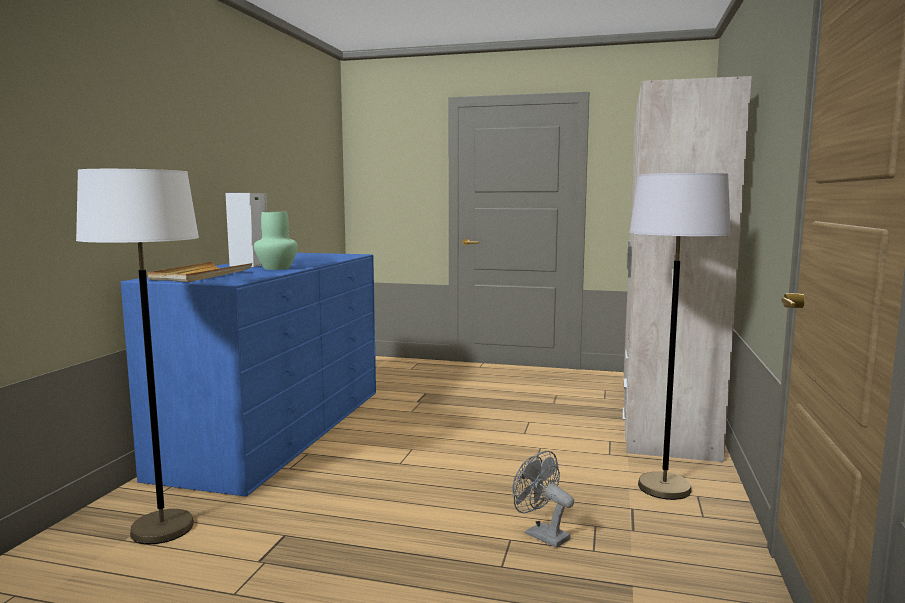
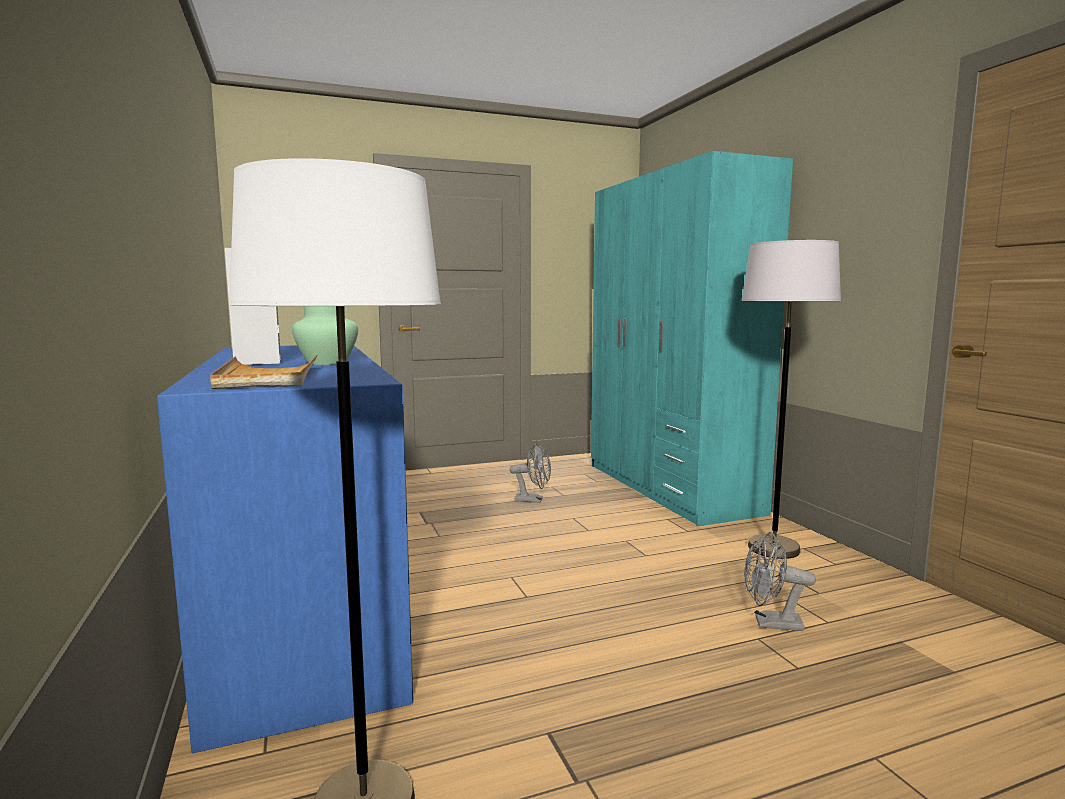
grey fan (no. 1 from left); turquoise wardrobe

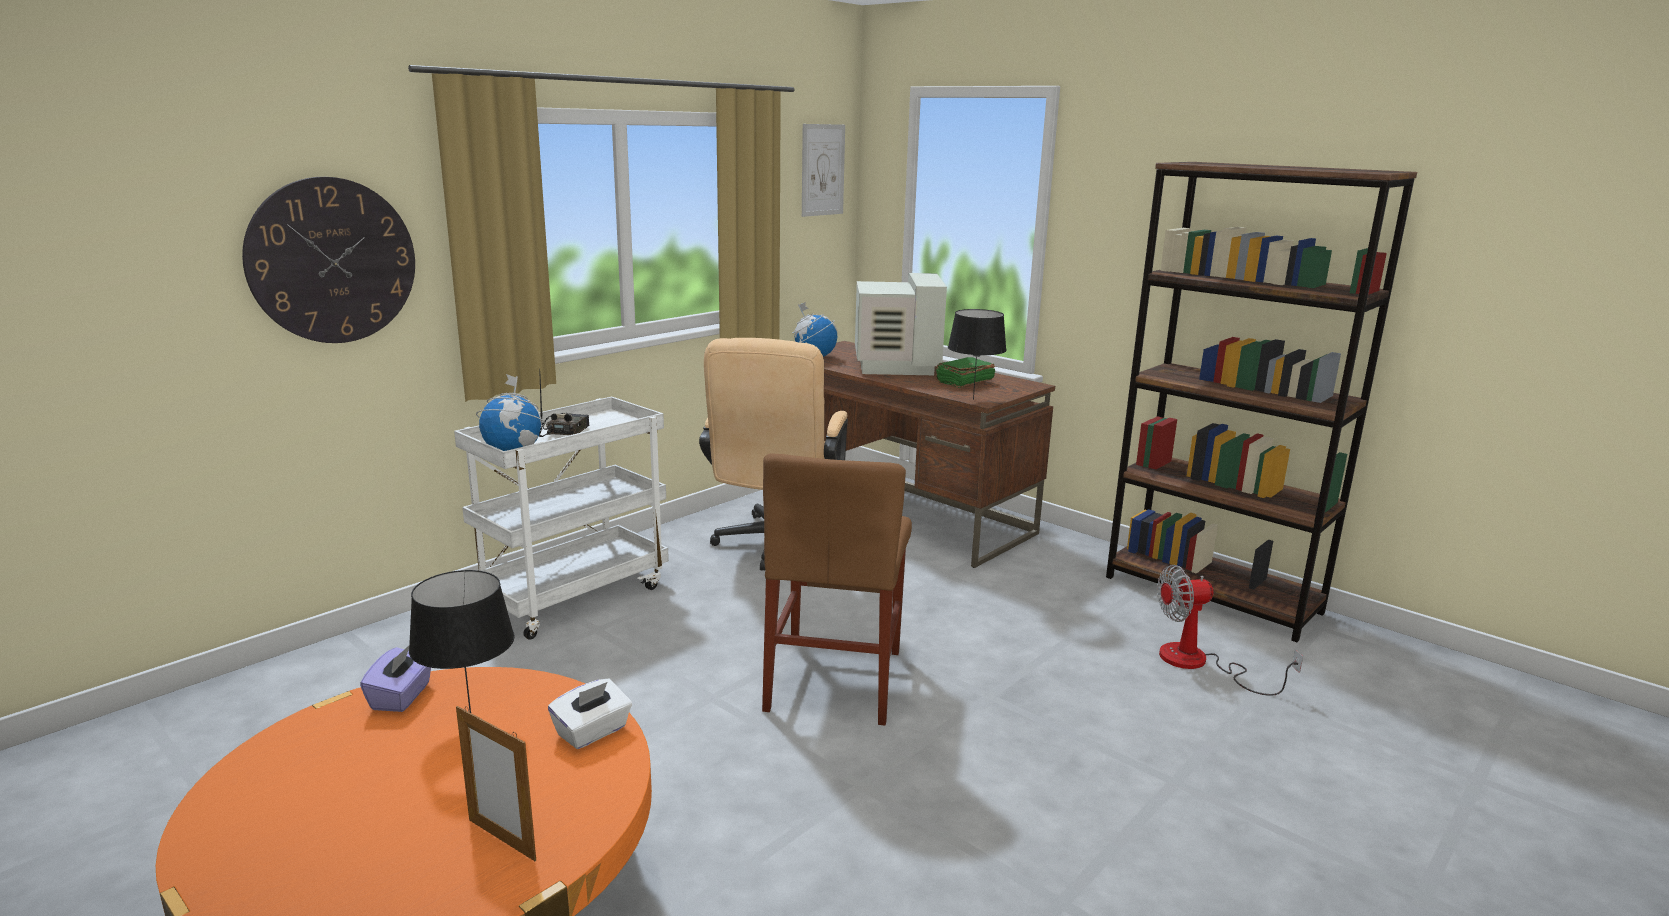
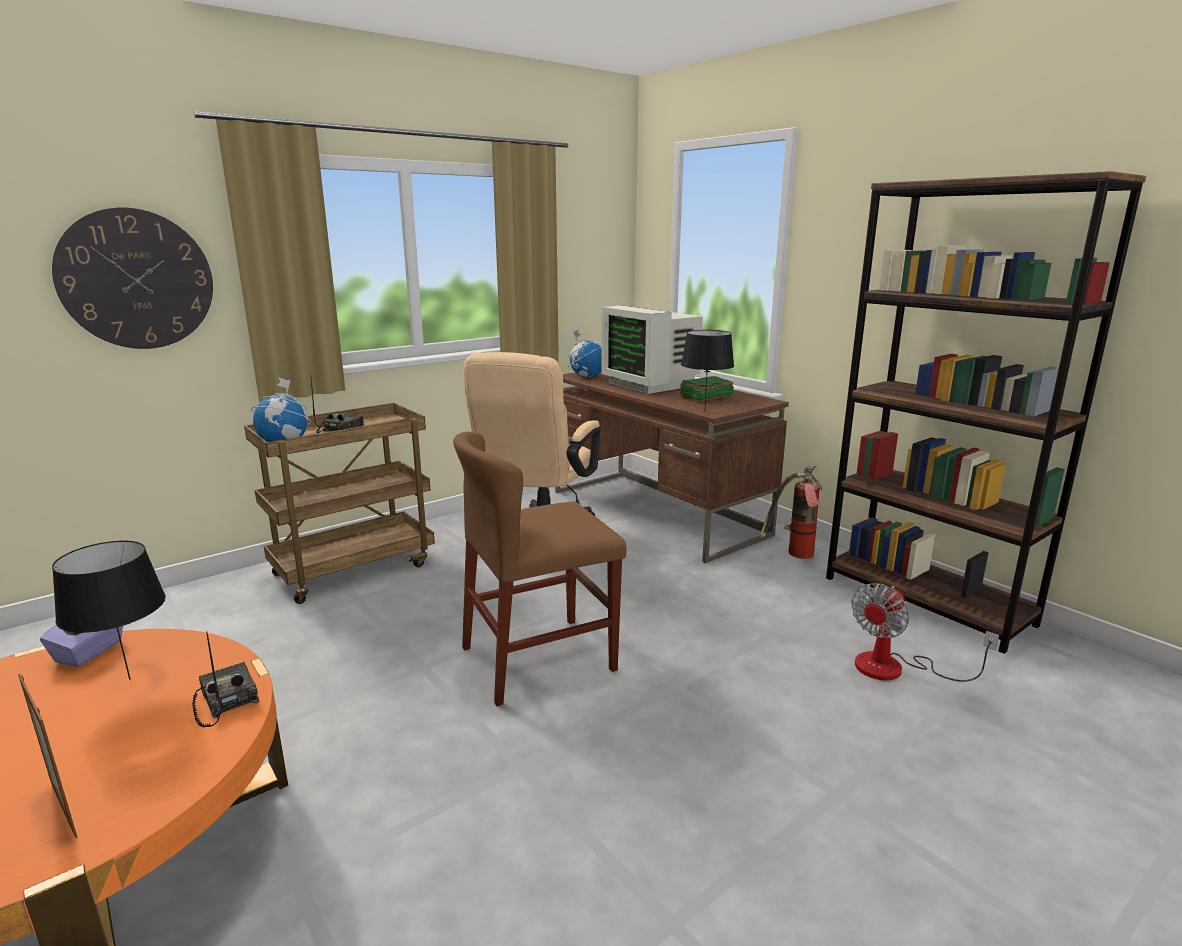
radio (no. 1 from left); brown cart; brown chair; monitor; fire extinguisher; fan; picture

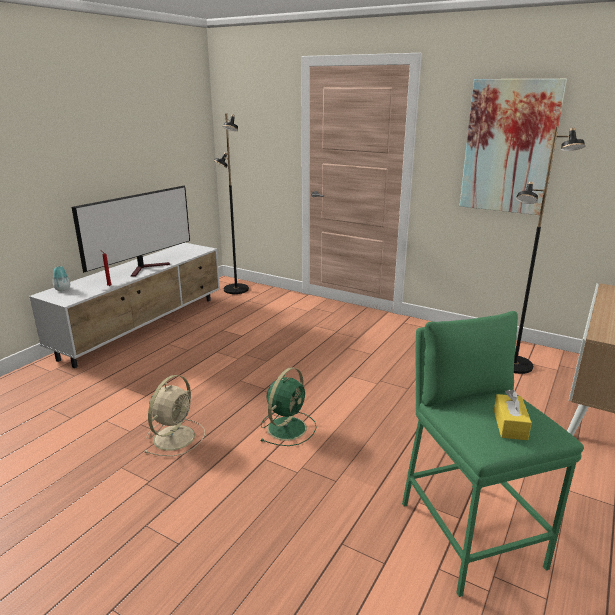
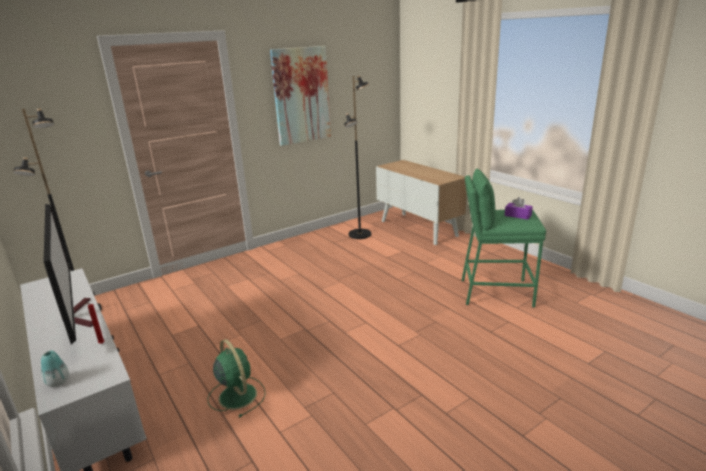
green fan; purple tissue box; beige fan

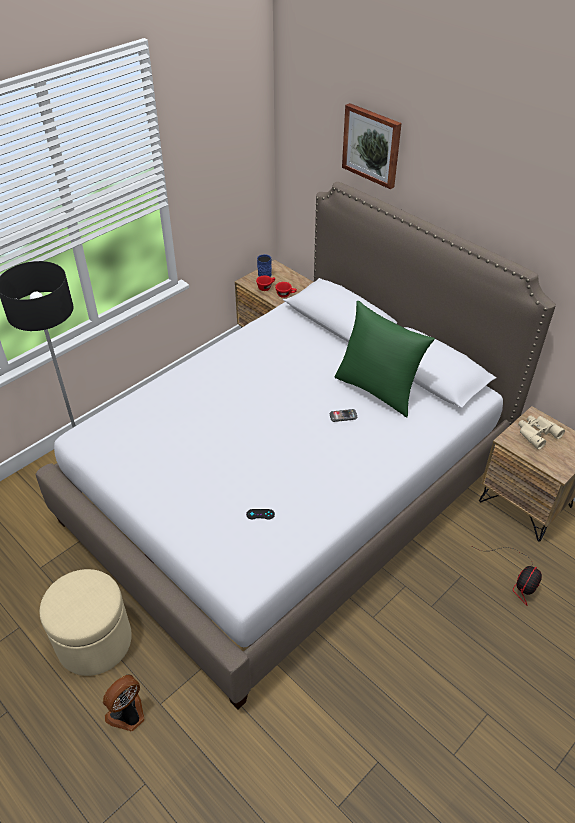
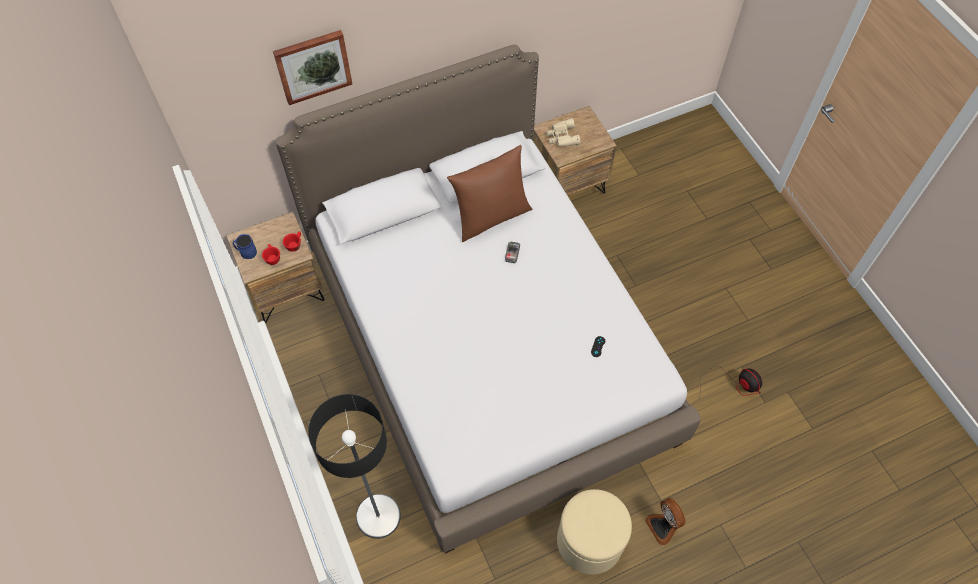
brown pillow; fan (no. 2 from left)

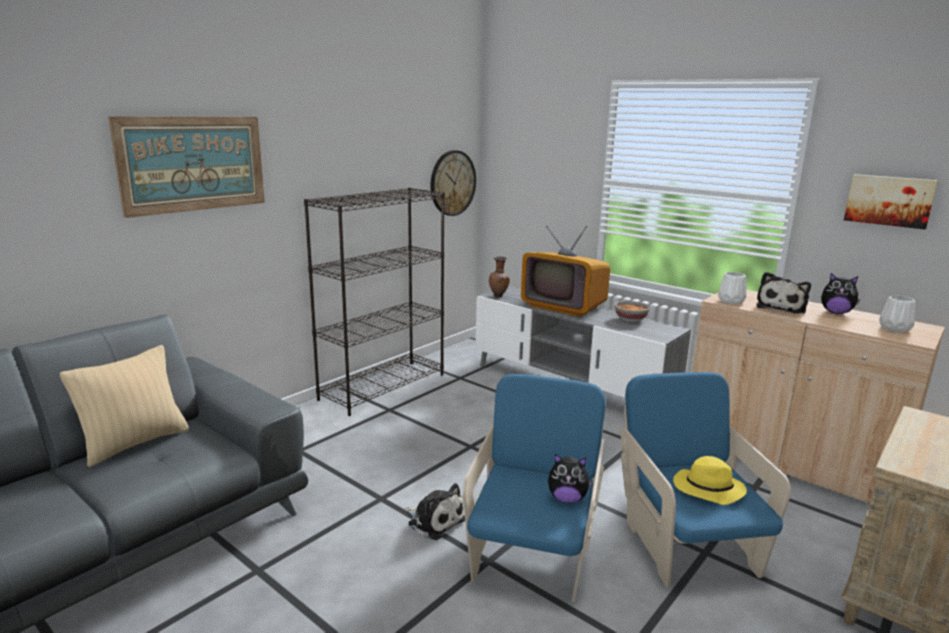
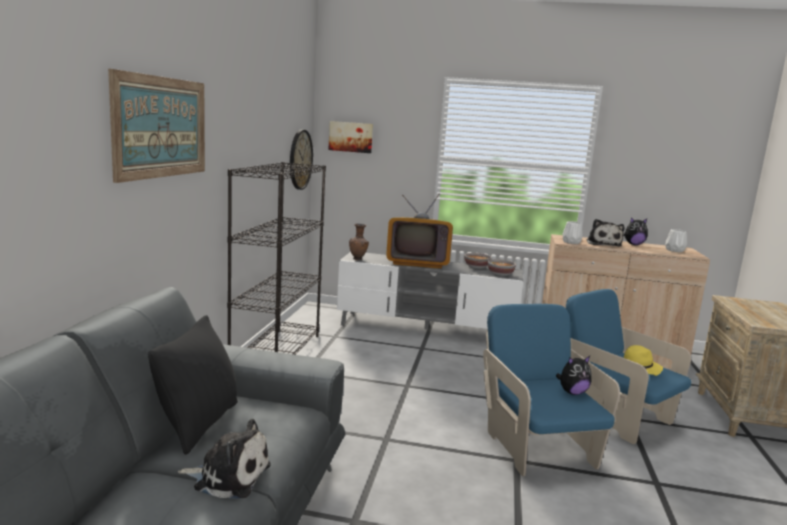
black pillow; plush toy (no. 1 from left); picture (no. 2 from left); bowl (no. 2 from left)

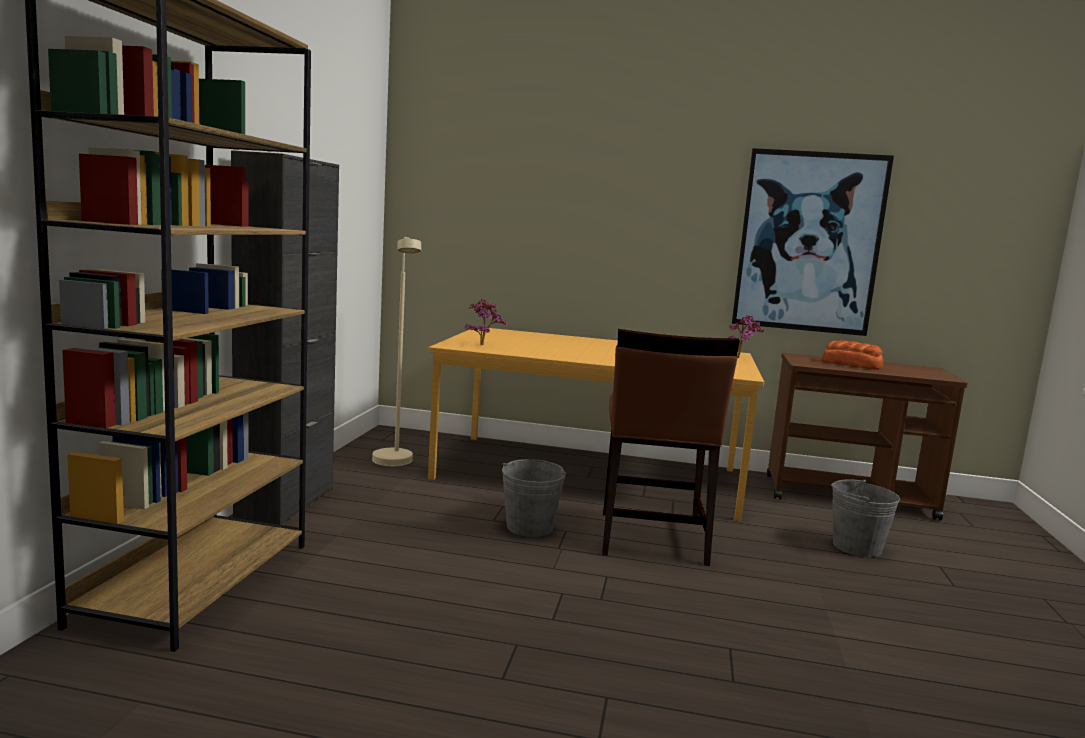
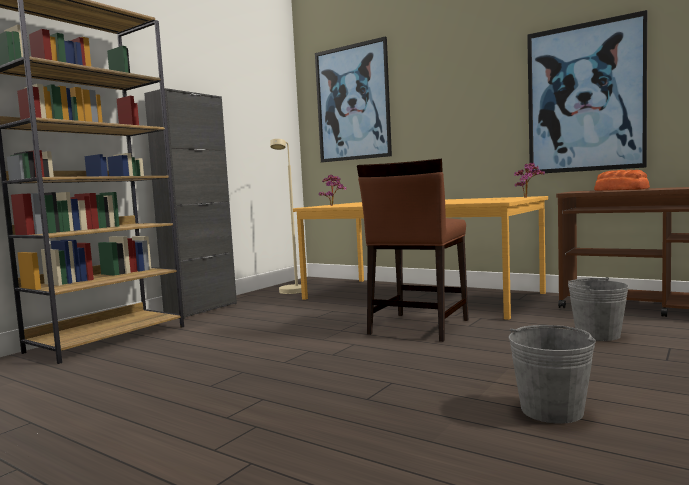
picture (no. 1 from left); grey bucket (no. 1 from left)

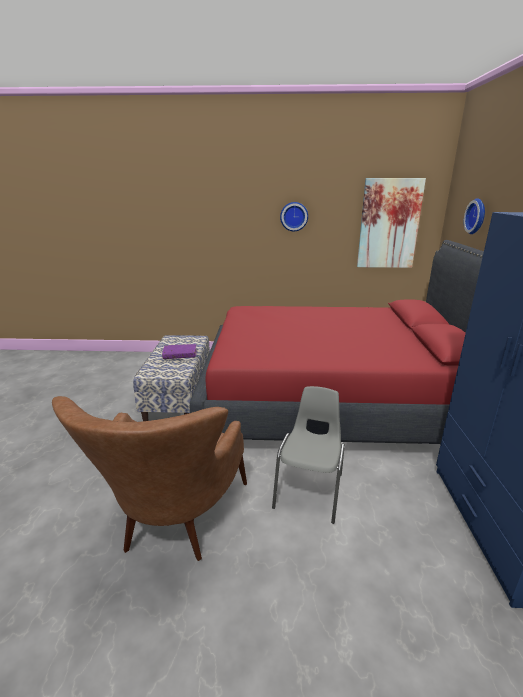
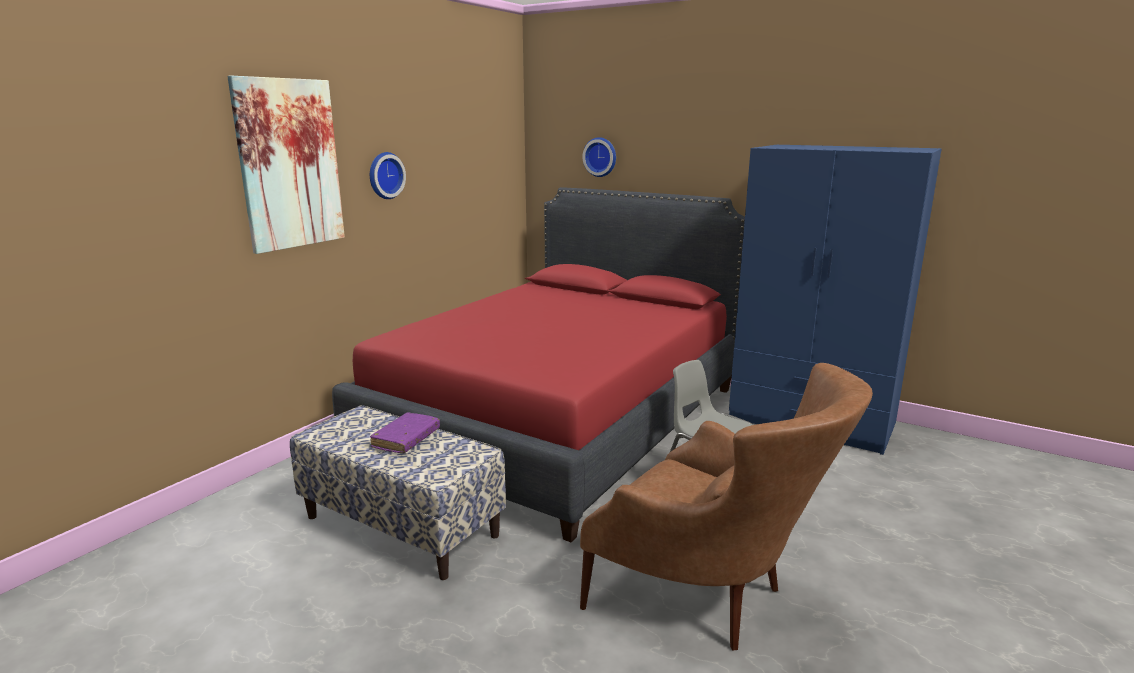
picture

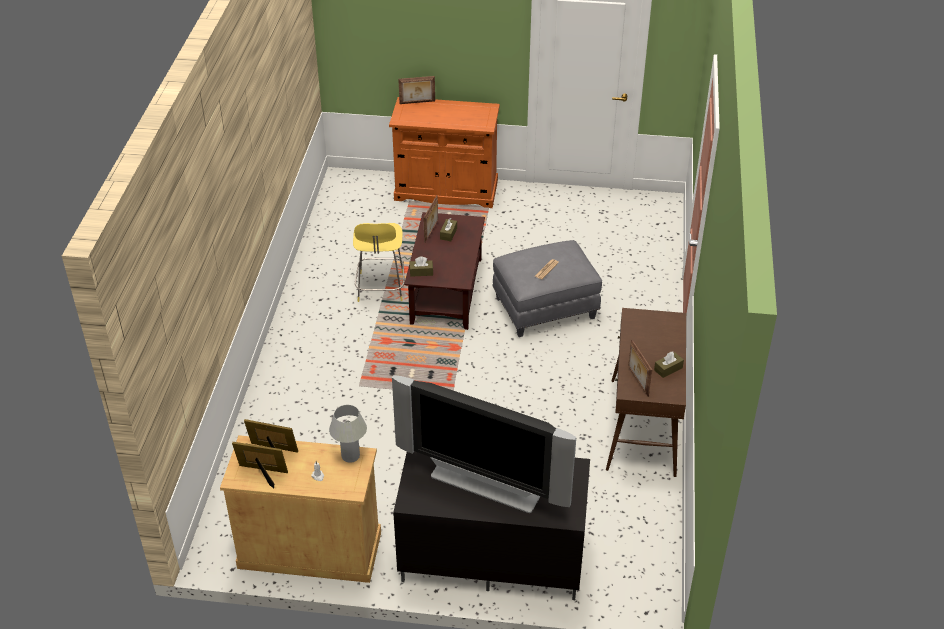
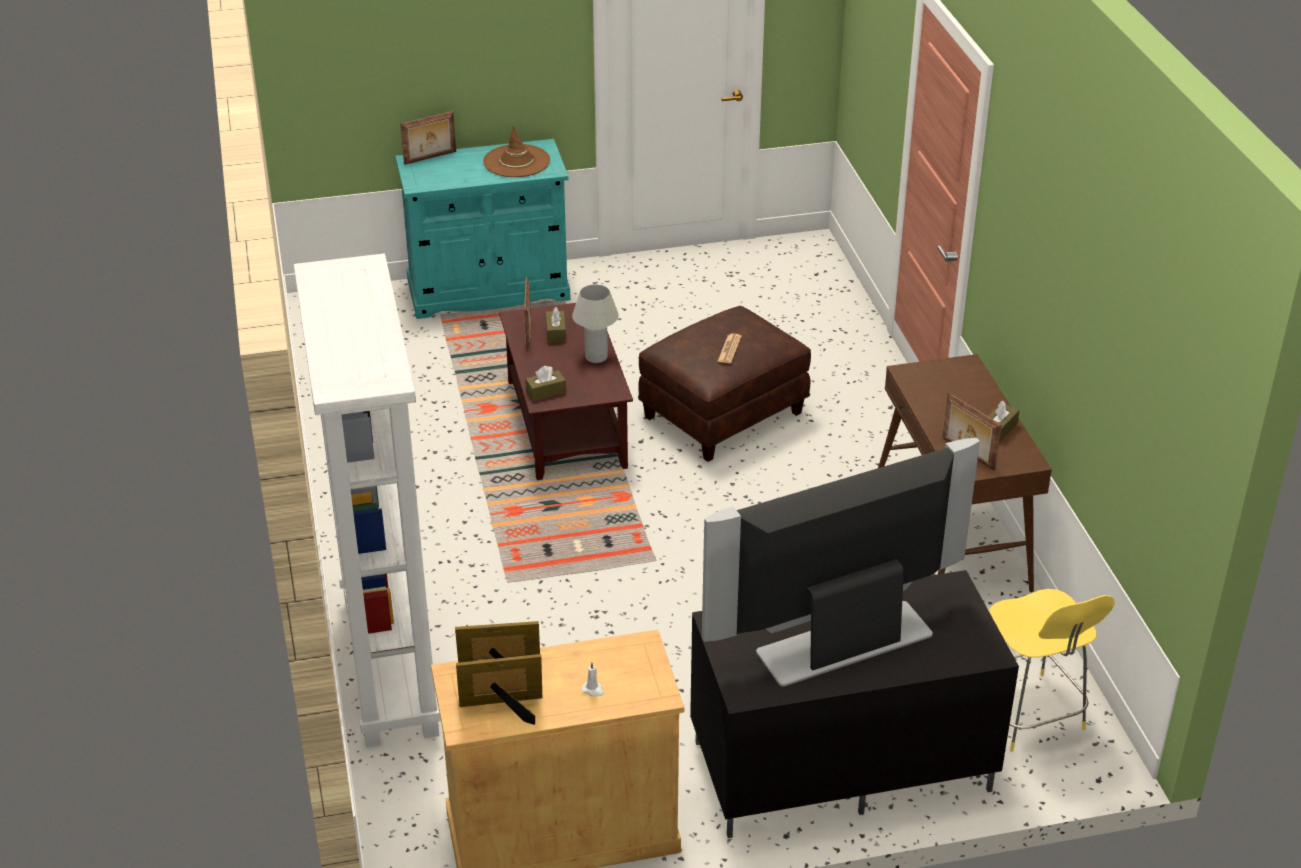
white bookcase; turquoise cabinet; brown hat; white table lamp; brown ottoman; television; yellow stool

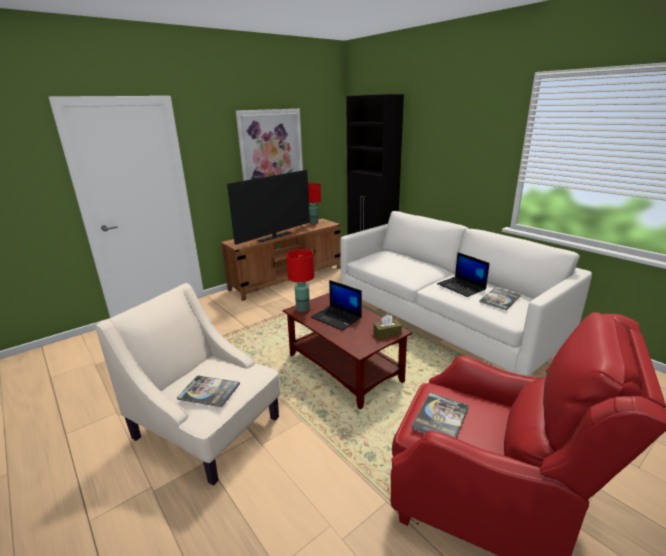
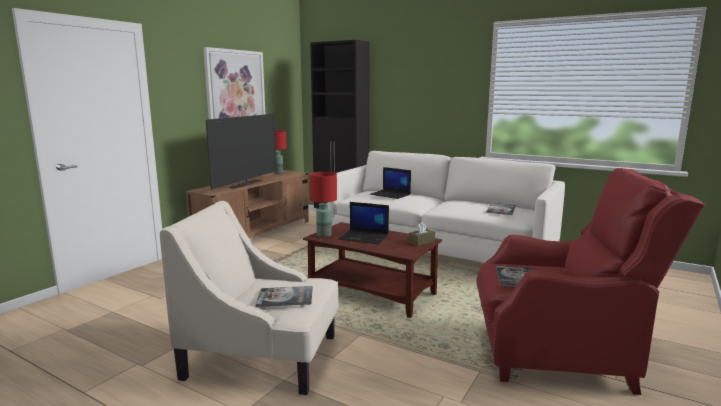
laptop (no. 2 from left)

